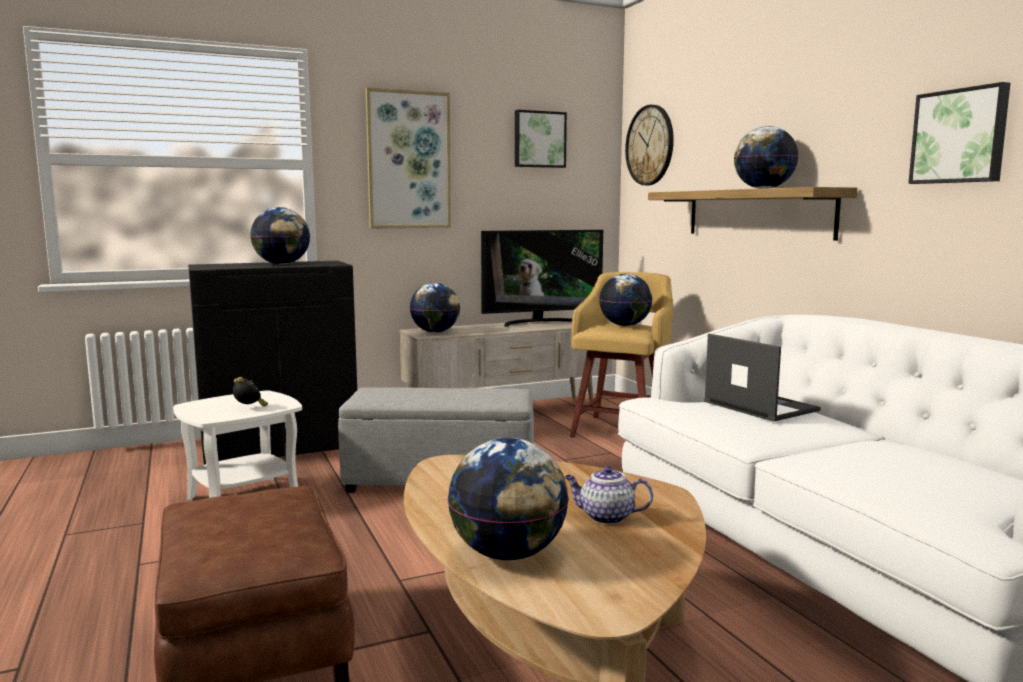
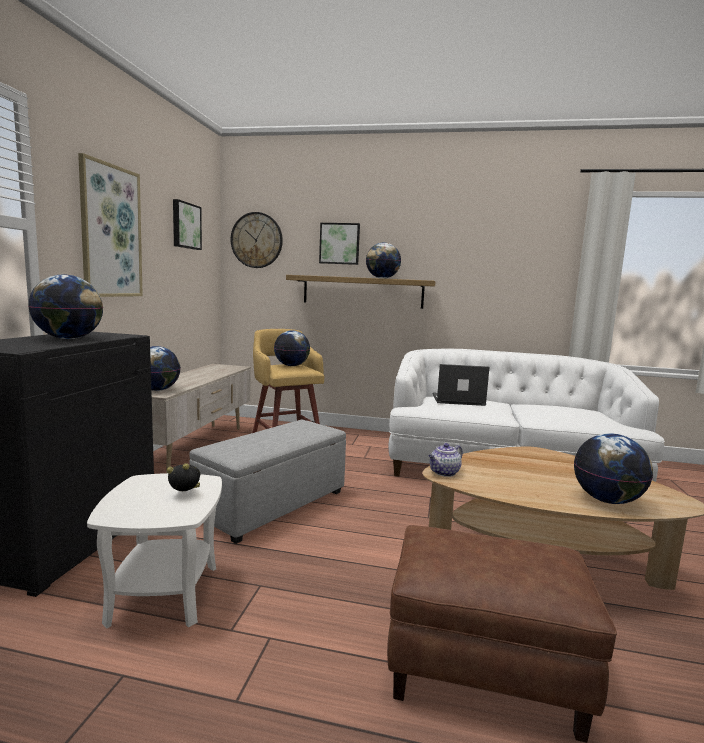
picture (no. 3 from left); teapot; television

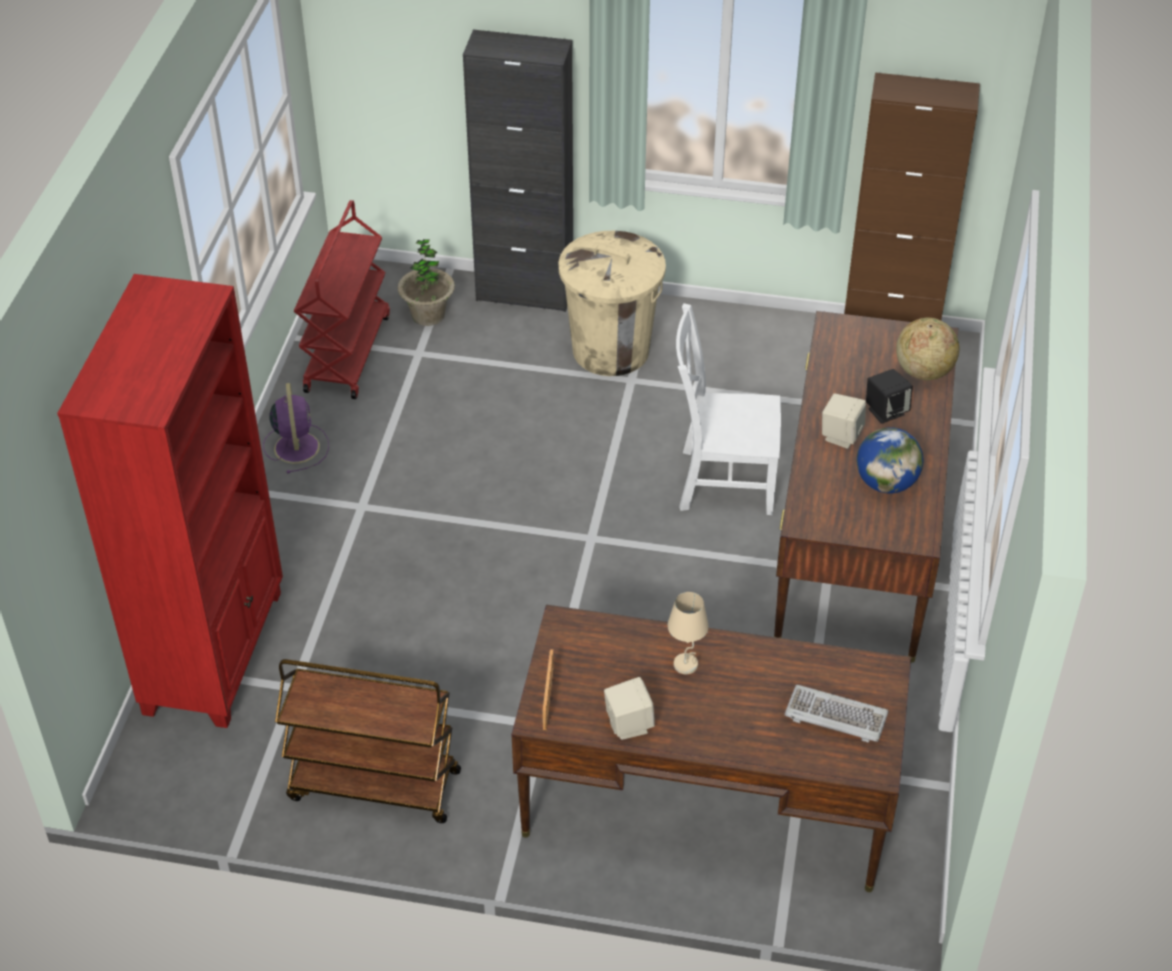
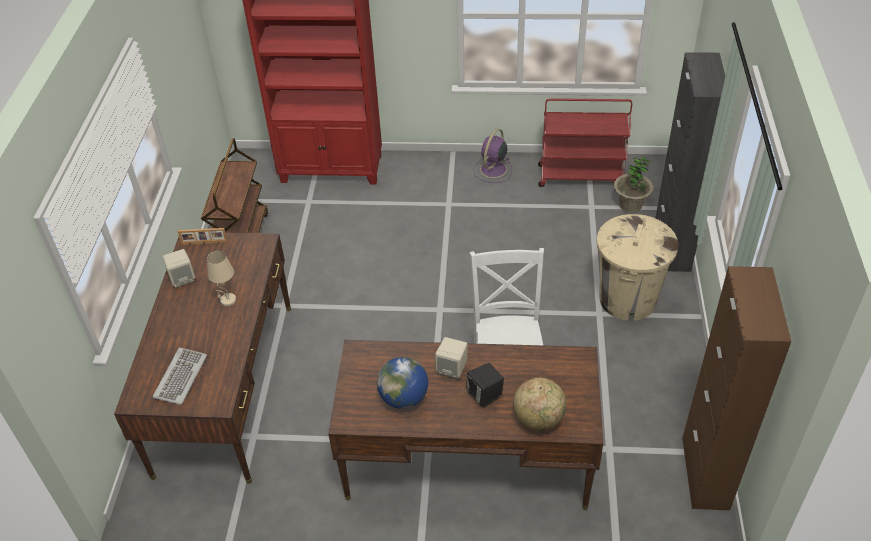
purple fan

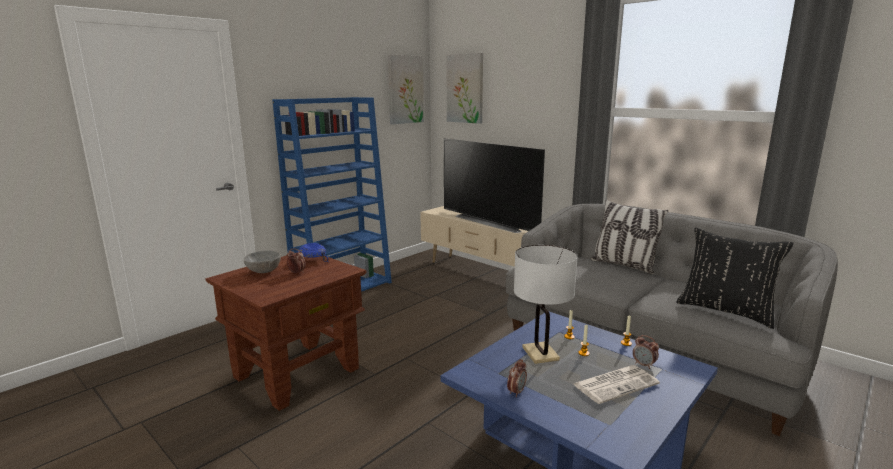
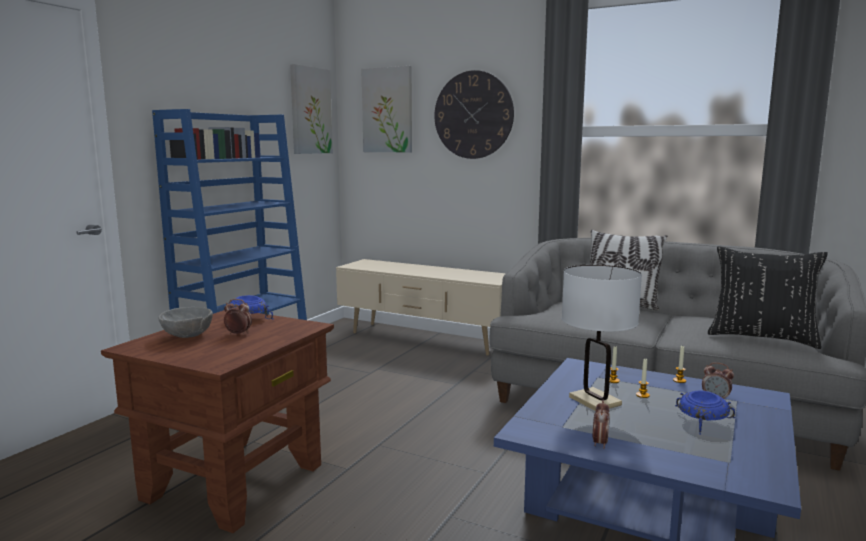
wall clock; blue bowl (no. 2 from left); television

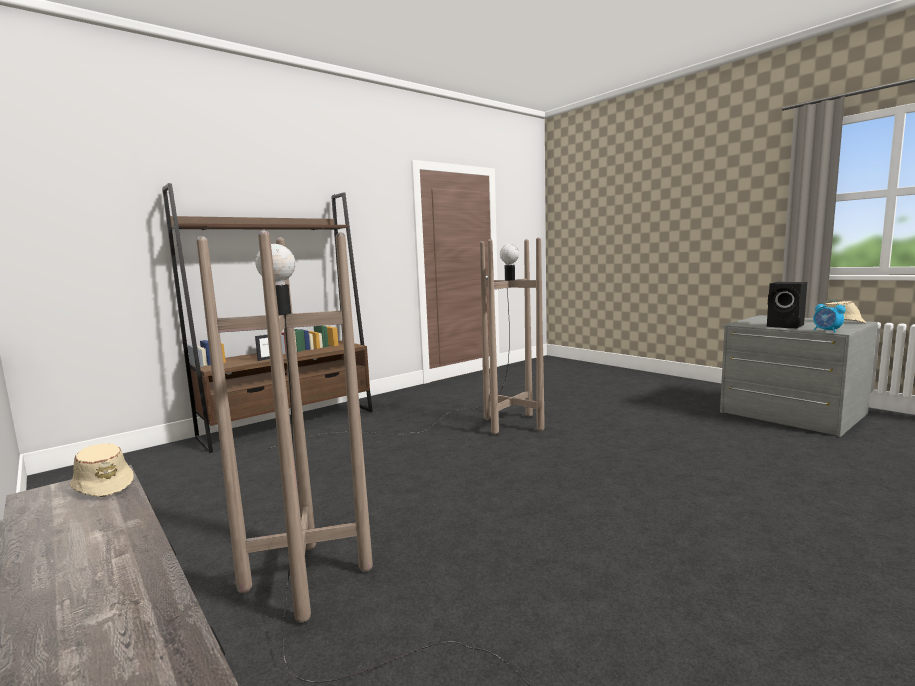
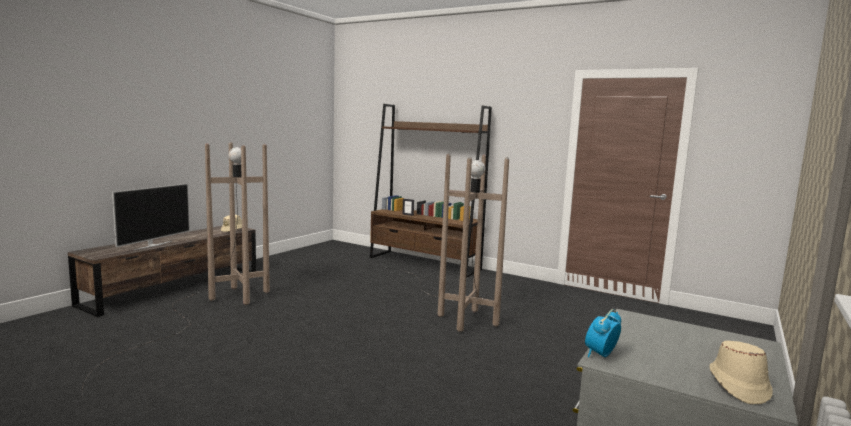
television; black speaker

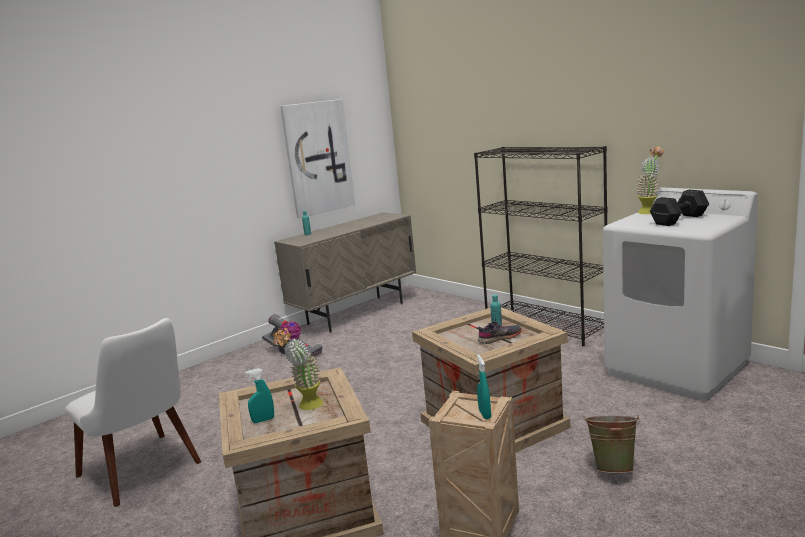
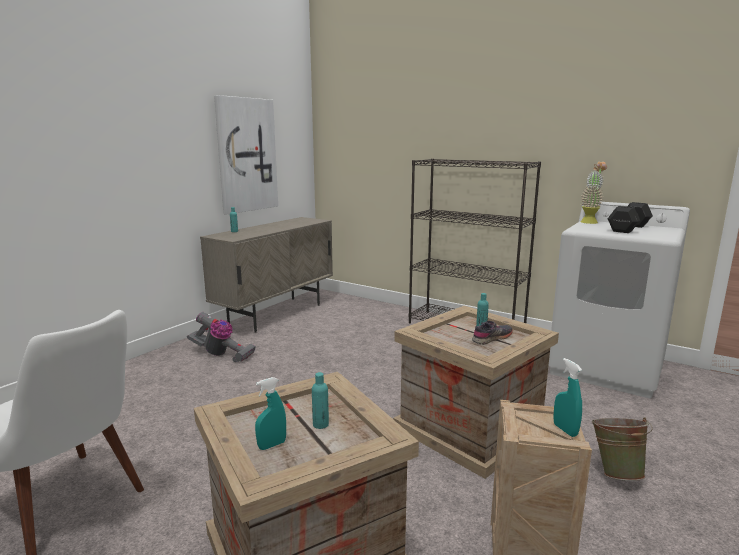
turquoise bottle (no. 2 from left)

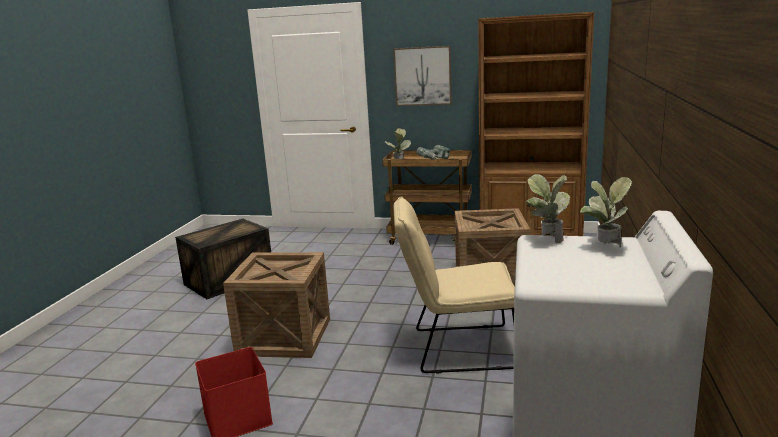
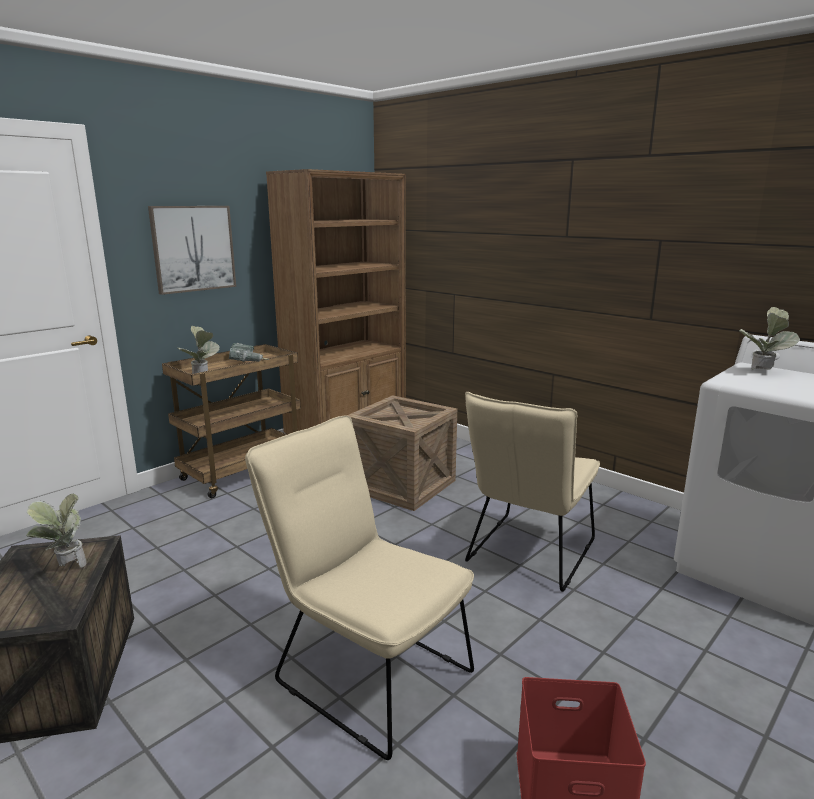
potted plant (no. 1 from left); beige chair (no. 1 from left)

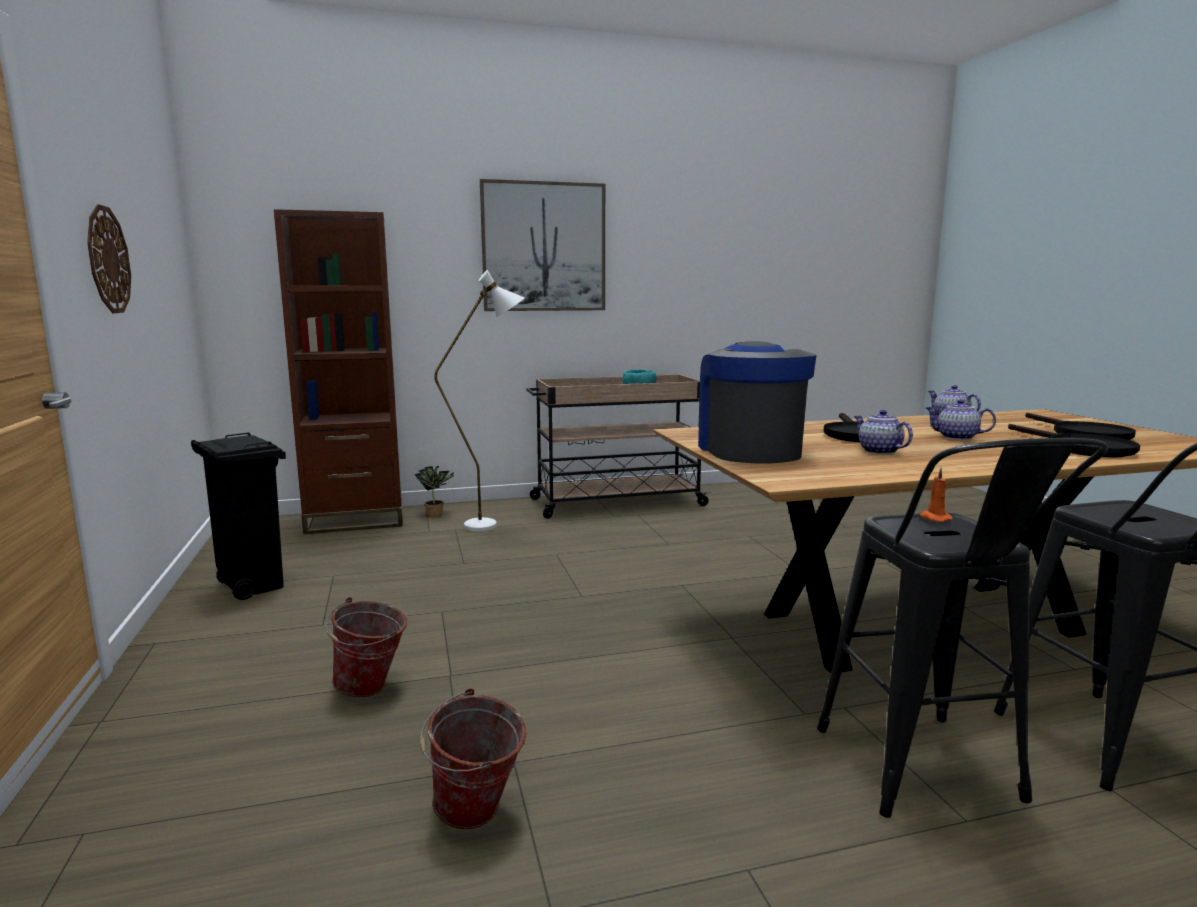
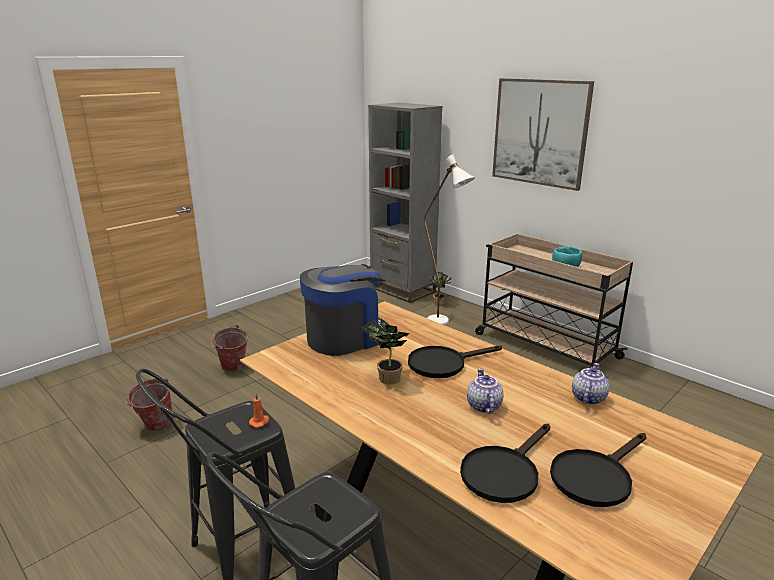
potted plant (no. 1 from left); grey bookcase; wall clock; black trash can

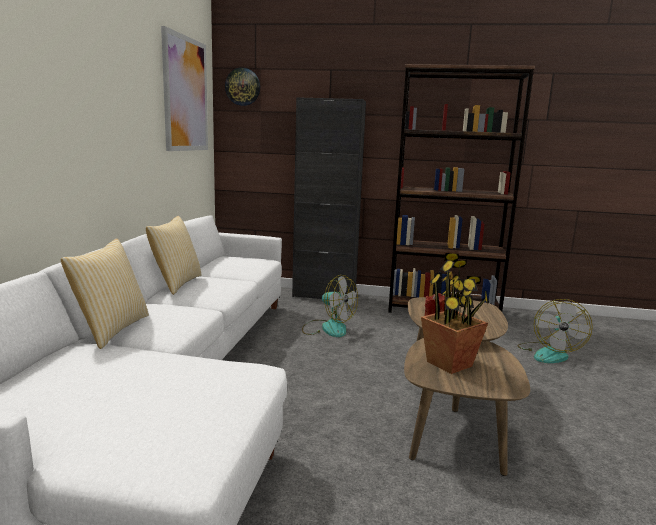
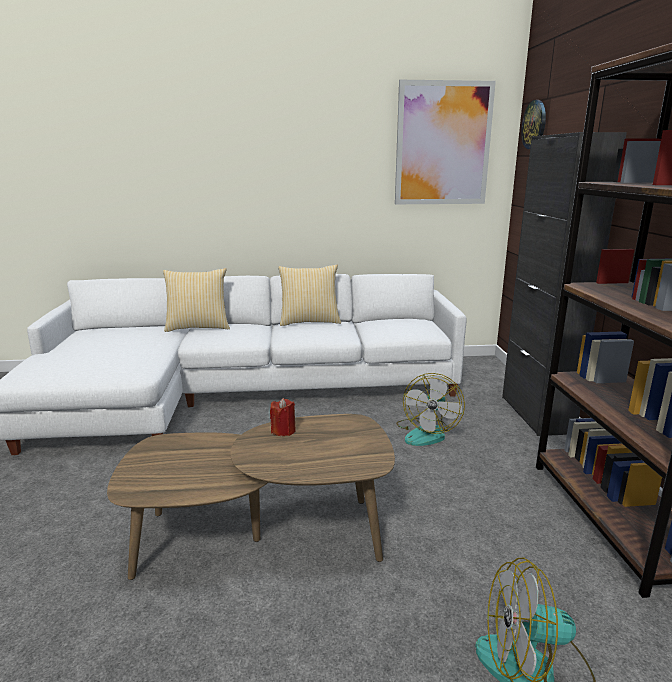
potted plant

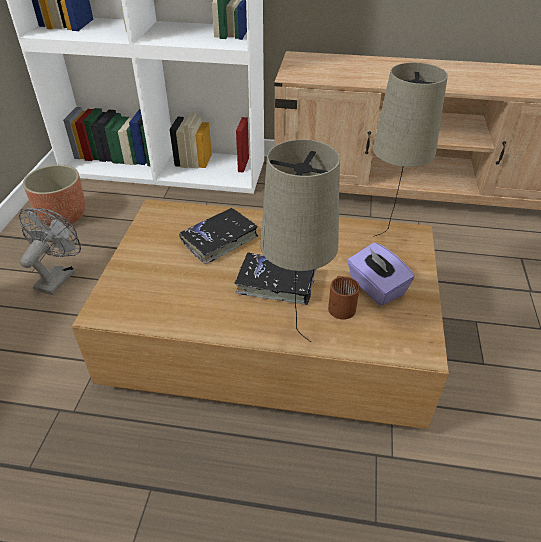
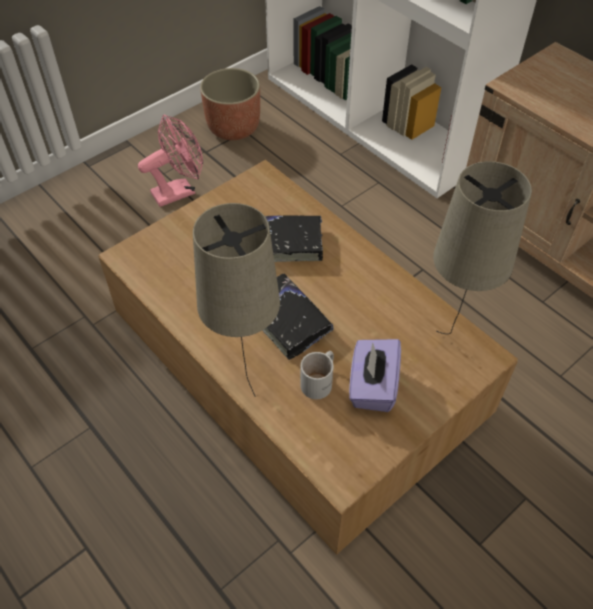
pink fan; white mug

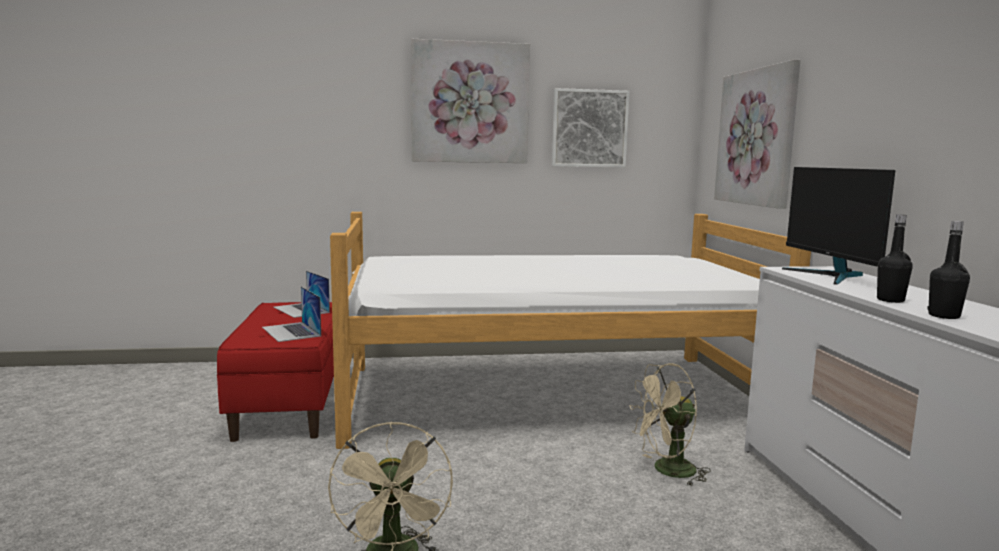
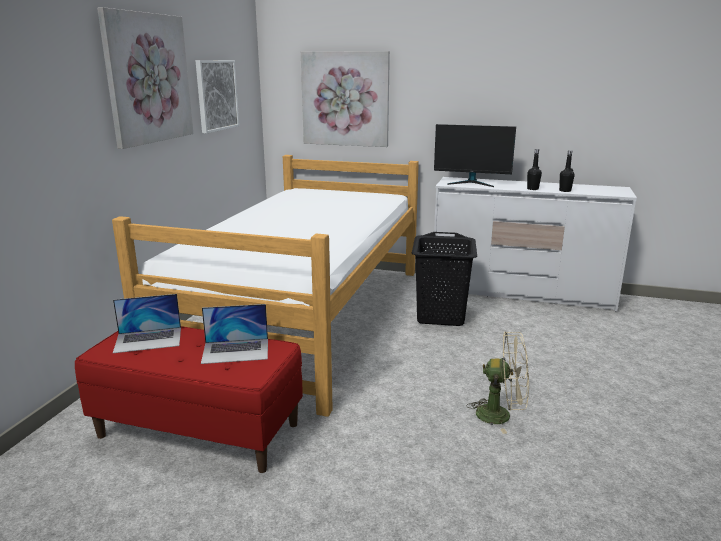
black laundry basket

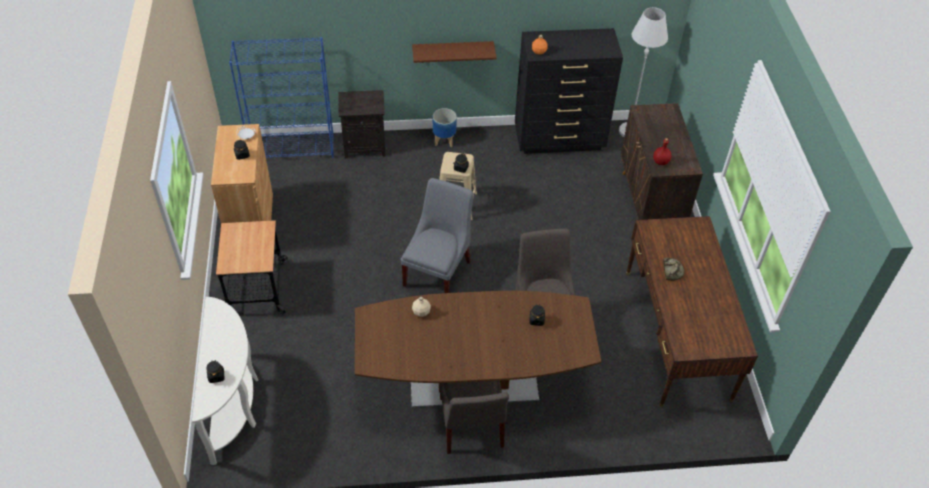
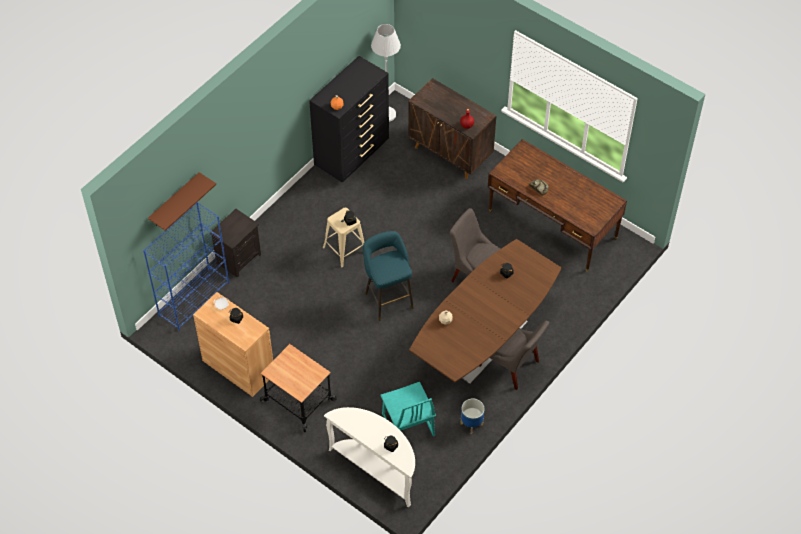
brown shelf; turquoise stool; turquoise chair; planter

